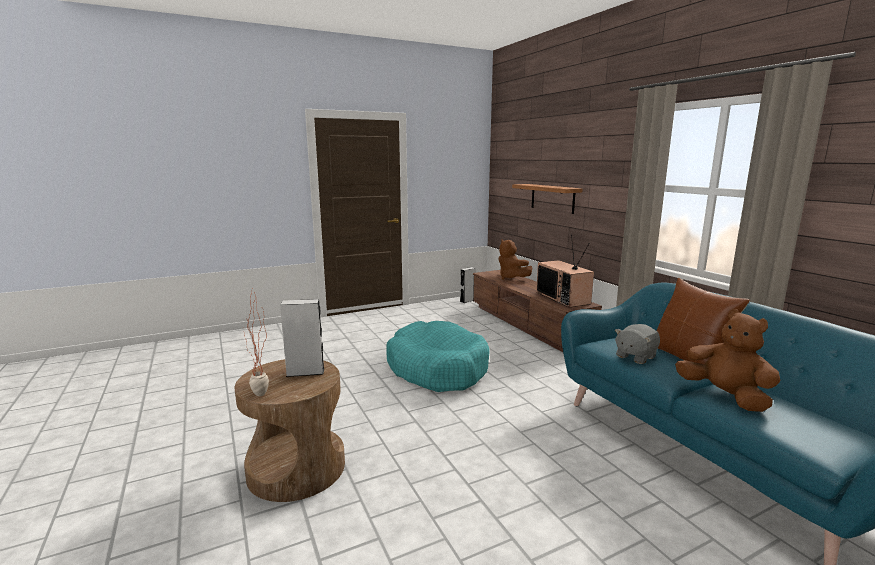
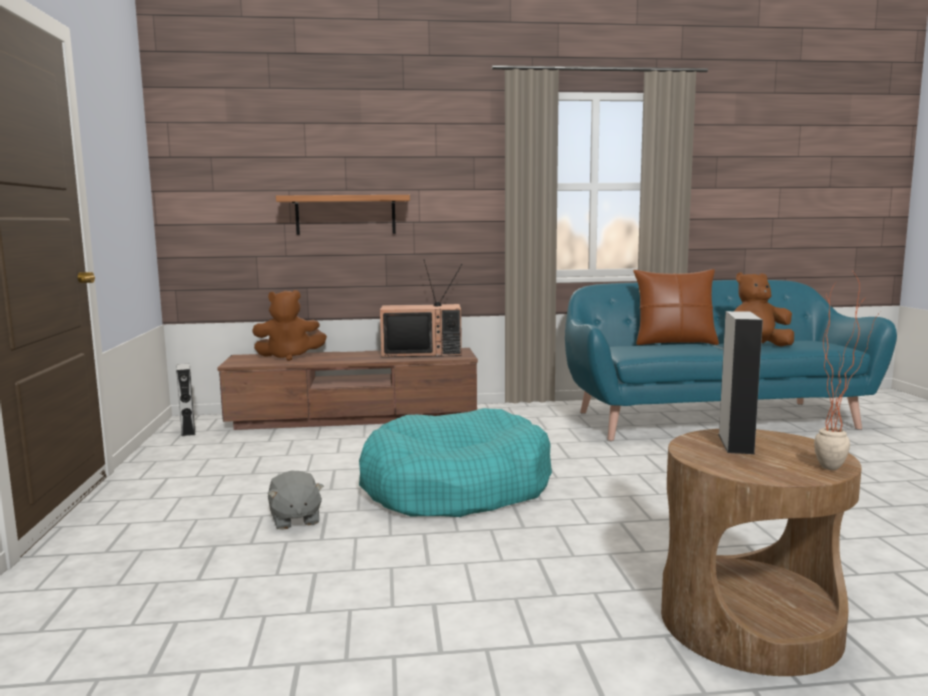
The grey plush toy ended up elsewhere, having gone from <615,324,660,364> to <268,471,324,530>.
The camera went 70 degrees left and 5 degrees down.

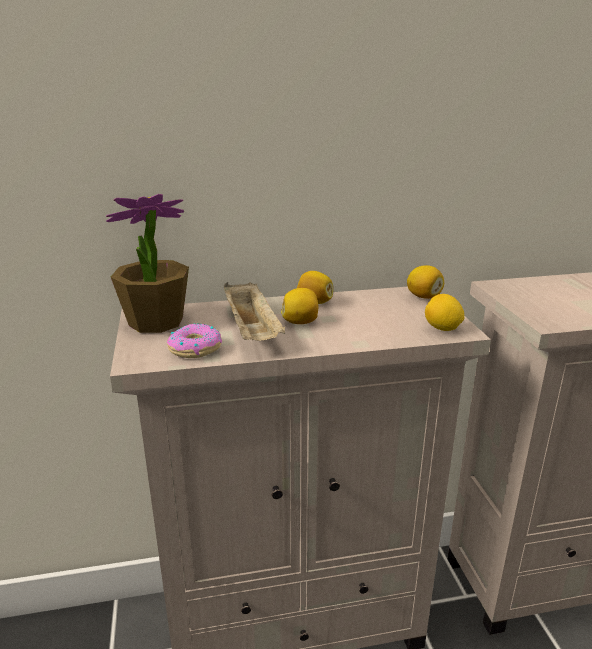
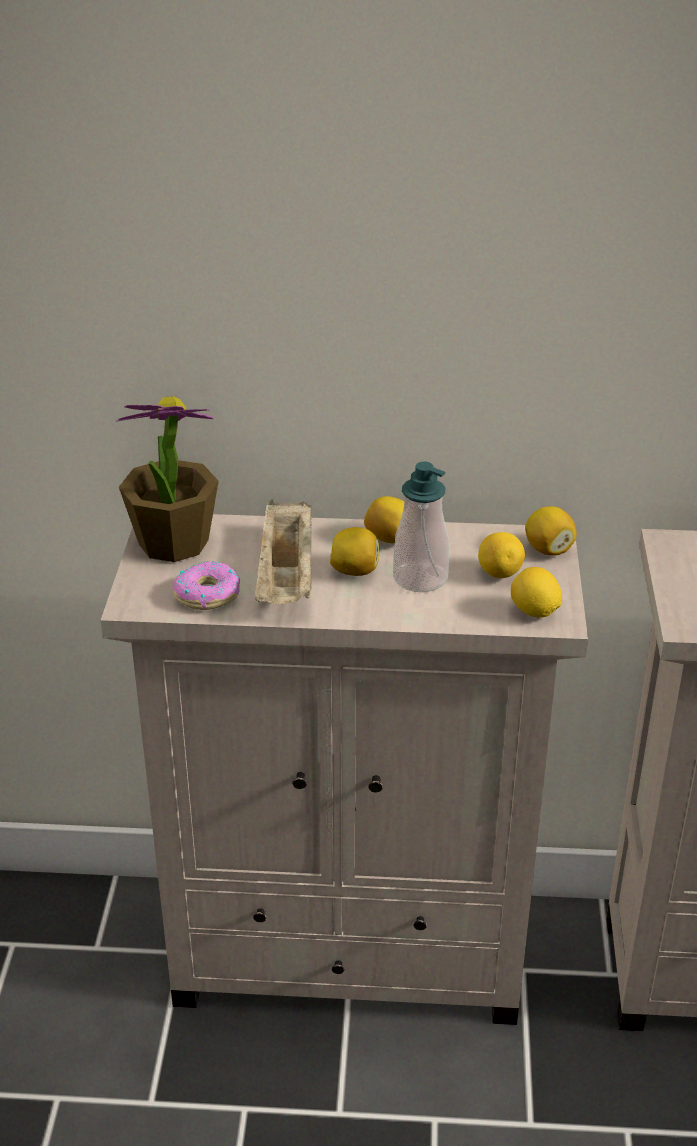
The second view gained the soap dispenser at <393,462,449,592>.
The second view gained the lemon at <478,532,525,578>.
The camera went 15 degrees right and 10 degrees up.

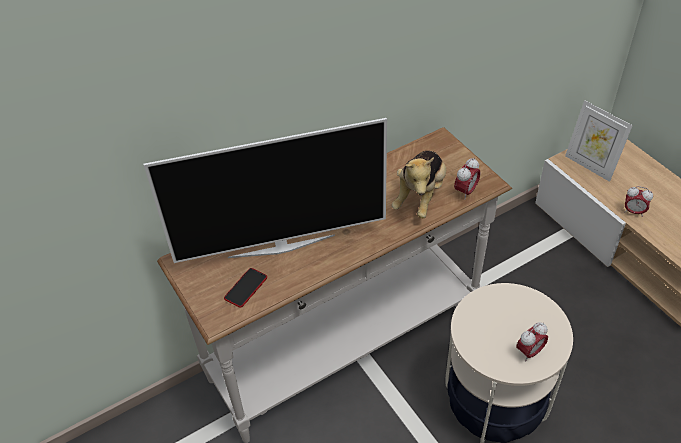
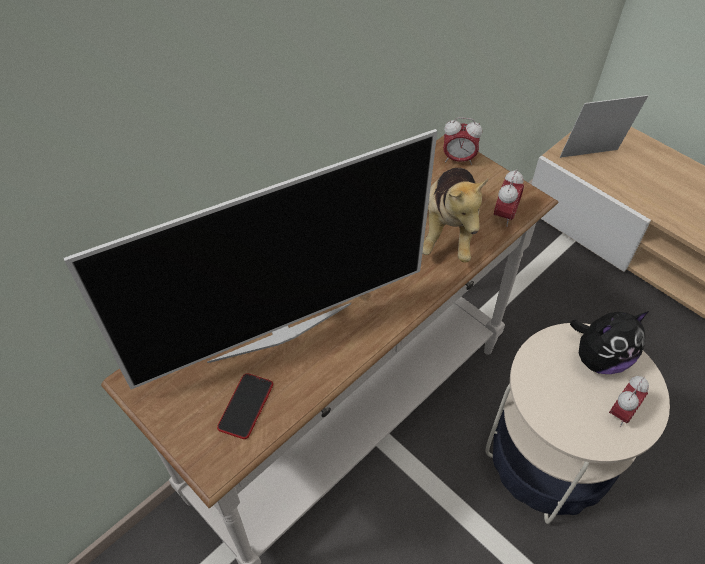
The picture frame at <565,100,633,182> ended up facing another way, 135 degrees clockwise from before.
The alarm clock ended up elsewhere, having gone from <624,186,653,217> to <443,117,482,165>.
The second view gained the plush toy at <570,311,649,374>.
The camera went 15 degrees left and 5 degrees up.

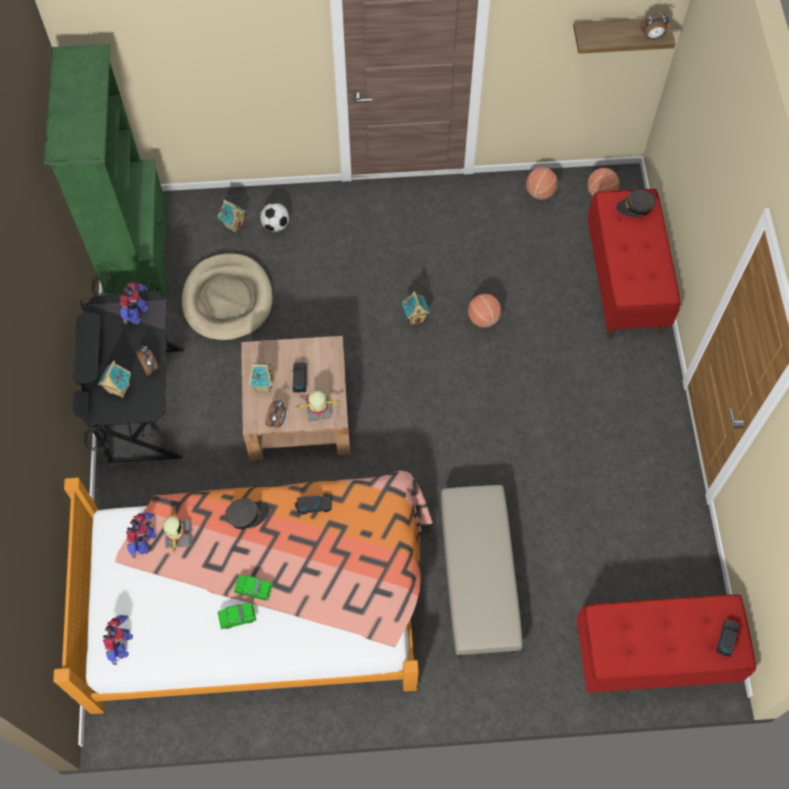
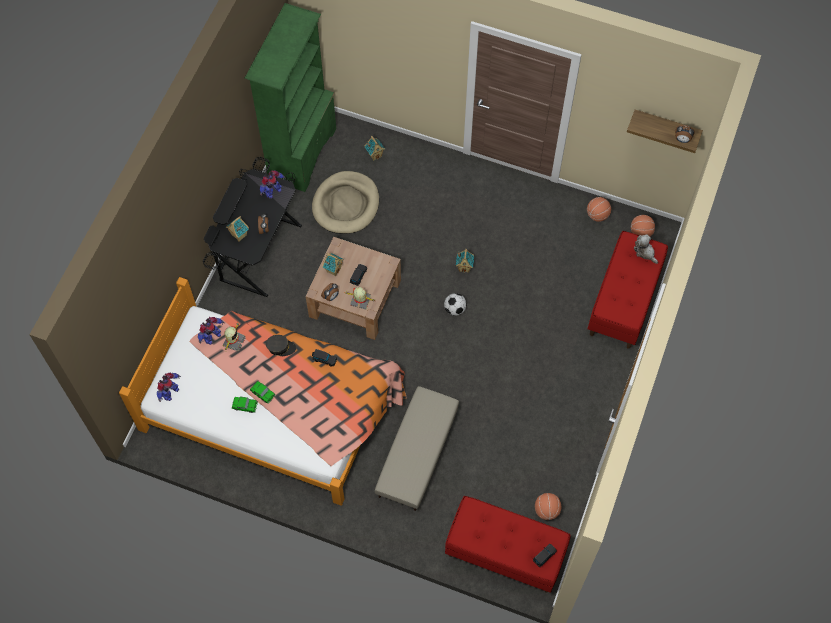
The football ended up elsewhere, having gone from <260,203,289,232> to <444,293,467,316>.
The basketball ended up elsewhere, having gone from <468,294,502,328> to <535,493,561,520>.
Where the grey cap stood at <616,190,656,217>, the plush toy came to stand at <634,234,658,264>.
The camera went 25 degrees right and 0 degrees up.

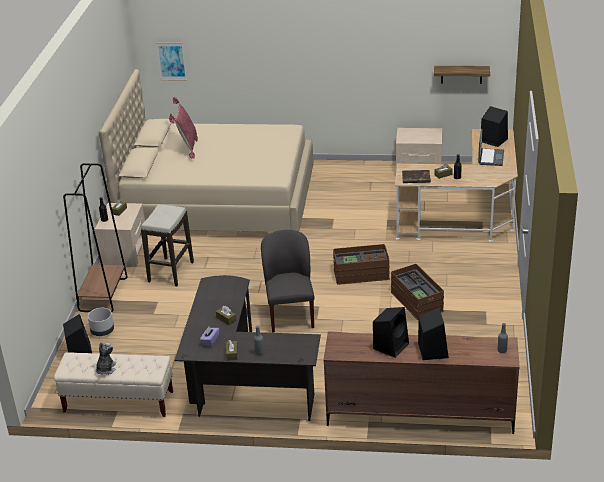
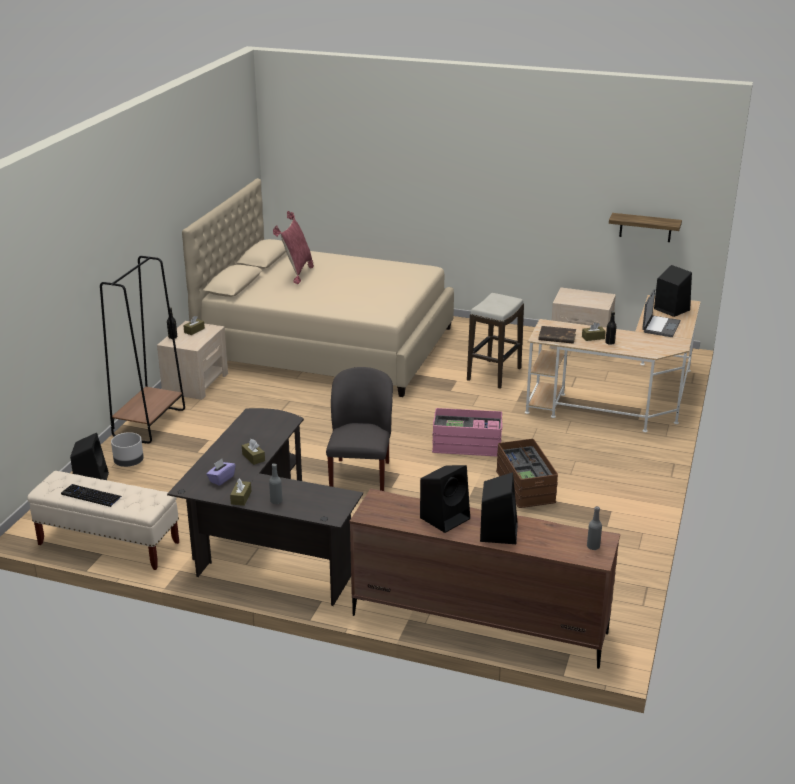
Where the plush toy stood at <96,343,116,375>, the keyboard came to stand at <61,484,122,507>.
The stool ended up elsewhere, having gone from <141,204,194,286> to <467,293,524,389>.
The second view lost the picture at <157,43,187,80>.
What was the brown storage box at <333,244,390,285> turned into the pink storage box at <432,408,503,457>.
The camera went 10 degrees right and 5 degrees down.

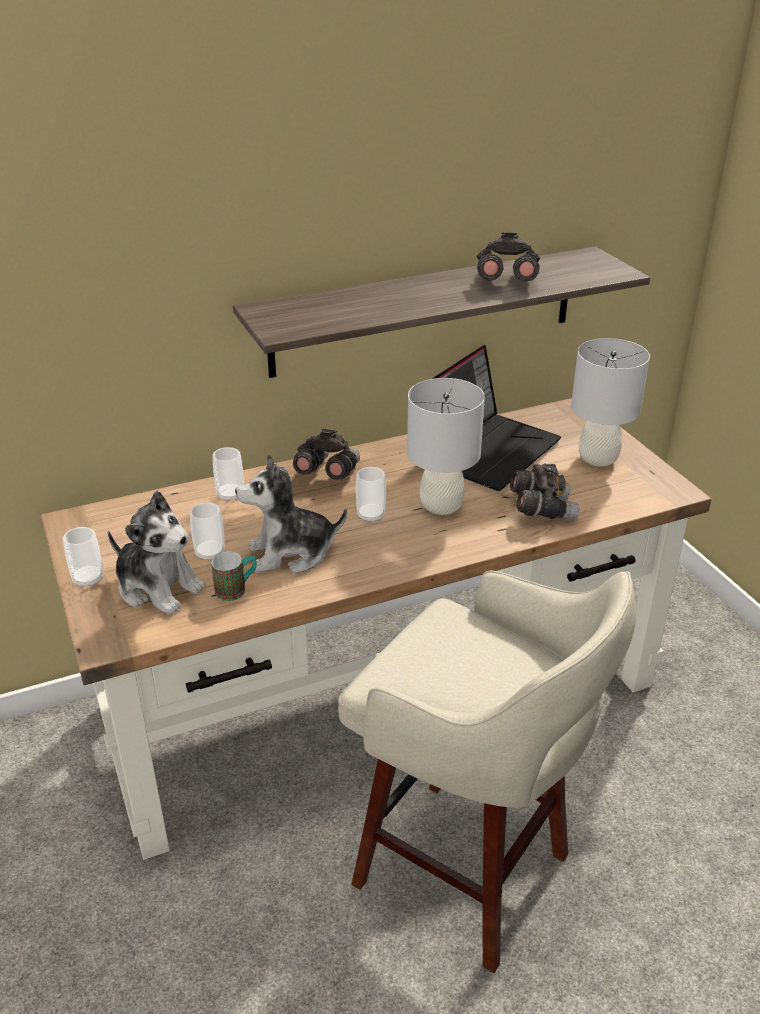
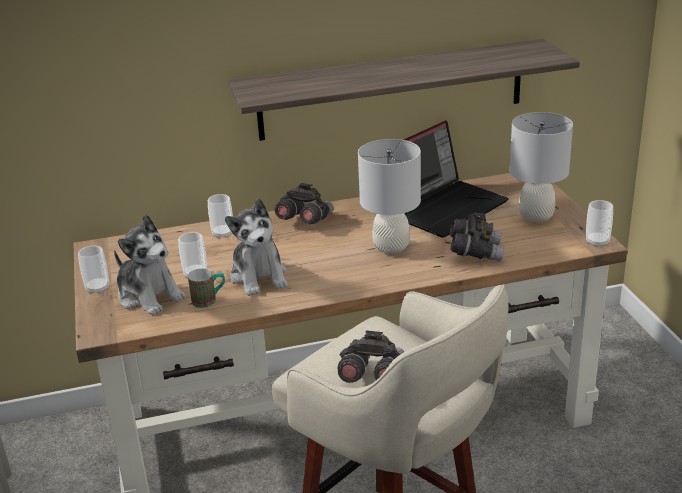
The plush toy at <235,454,347,574> ended up facing another way, 105 degrees counterclockwise from before.
The cup ended up elsewhere, having gone from <356,467,386,523> to <586,200,613,247>.
The grey binoculars ended up elsewhere, having gone from <477,233,540,282> to <337,331,404,383>.
The camera went 10 degrees right and 5 degrees down.

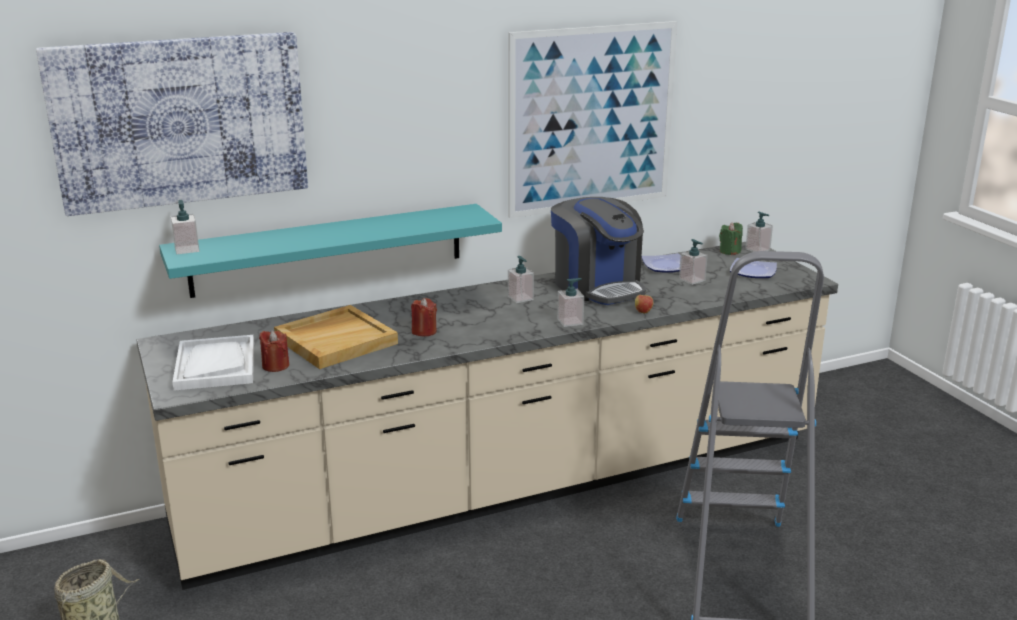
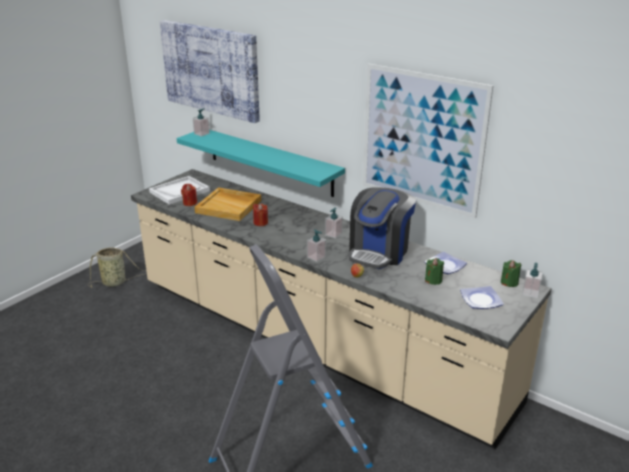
Where the soap dispenser stood at <679,239,708,285>, the green candle came to stand at <425,258,444,285>.
The camera went 60 degrees right and 5 degrees up.

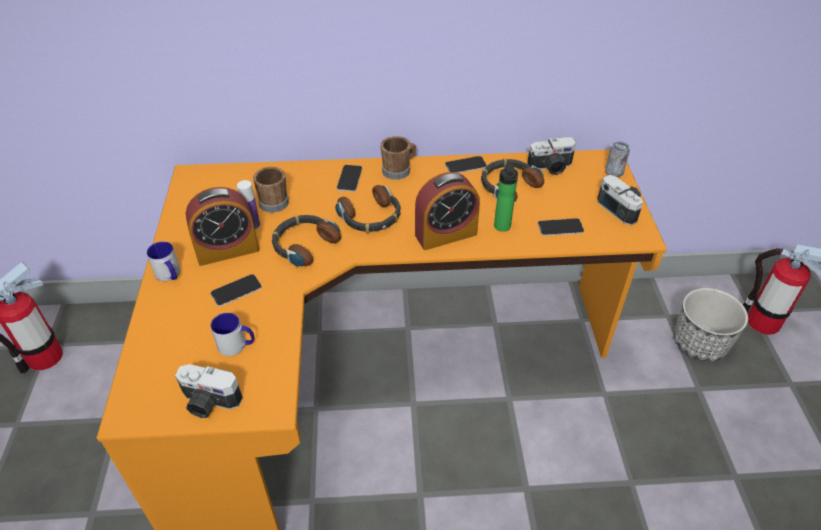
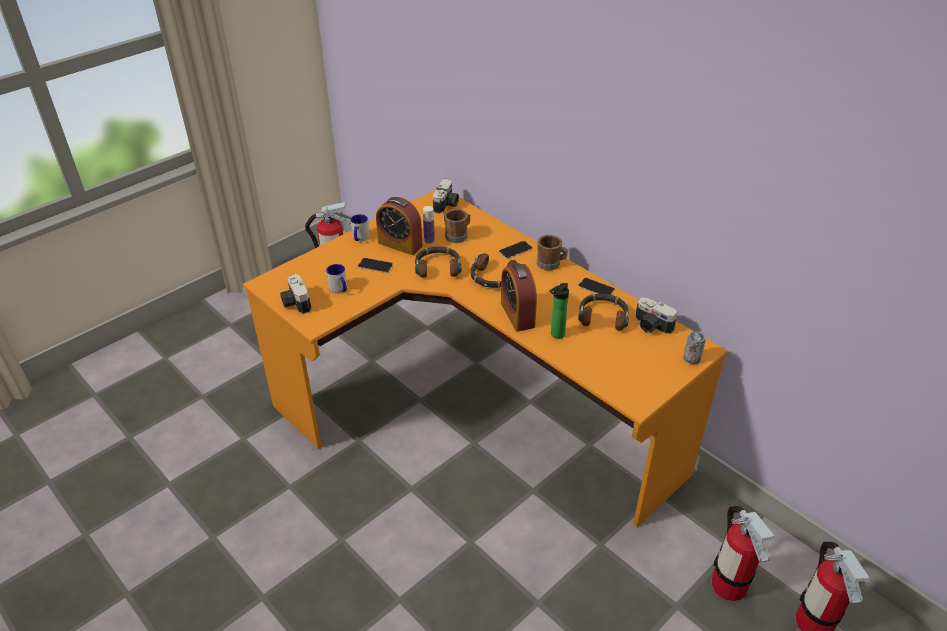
The alarm clock at <415,172,480,250> ended up facing another way, 45 degrees clockwise from before.
The second view lost the phone at <538,218,584,236>.
The photo camera ended up elsewhere, having gone from <597,175,643,225> to <433,179,459,214>.
Where the planter stood at <674,288,748,361>, the fire extinguisher came to stand at <712,506,776,601>.
The camera went 50 degrees right and 5 degrees down.

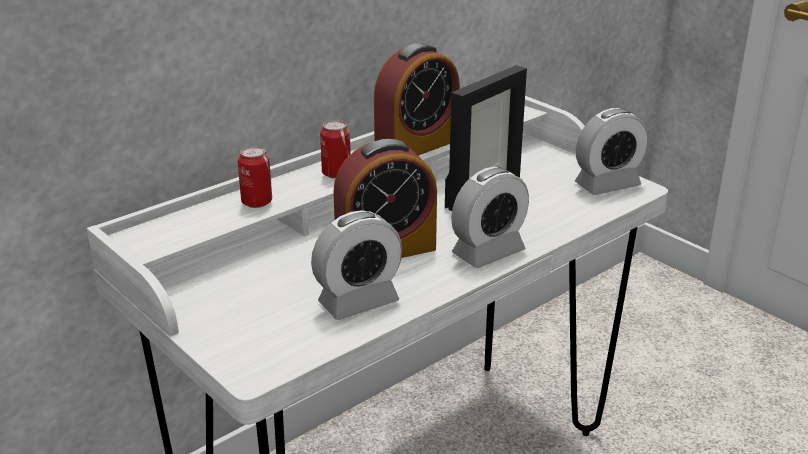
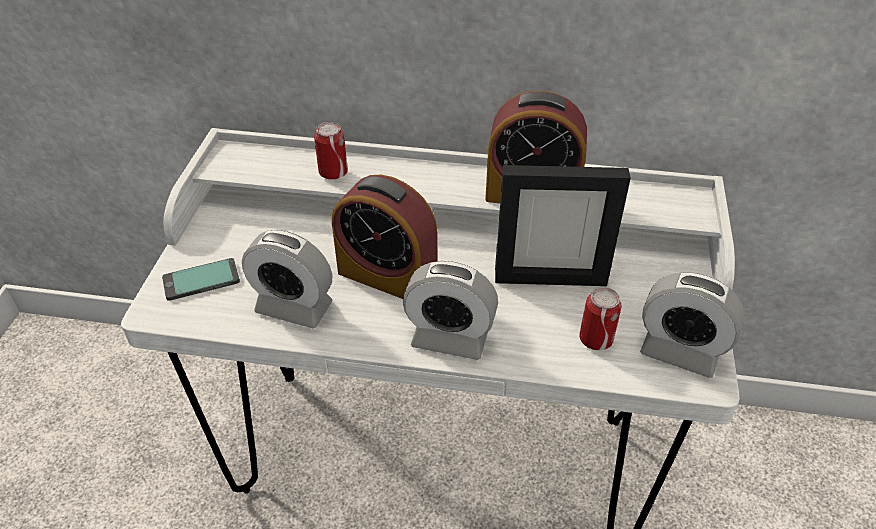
The can ended up elsewhere, having gone from <320,120,351,179> to <580,287,621,350>.
The second view gained the phone at <162,258,240,301>.
The camera went 50 degrees right and 15 degrees up.

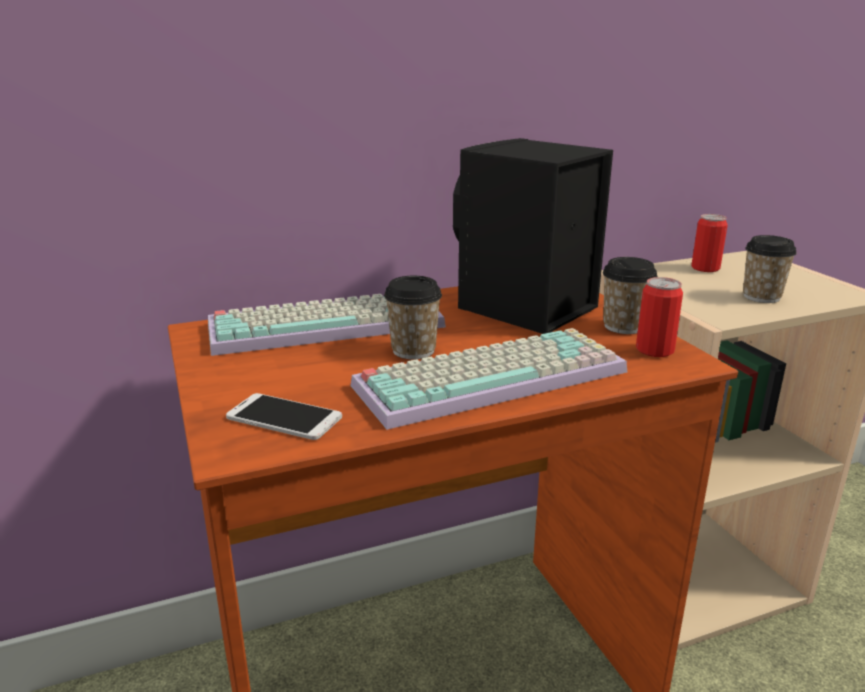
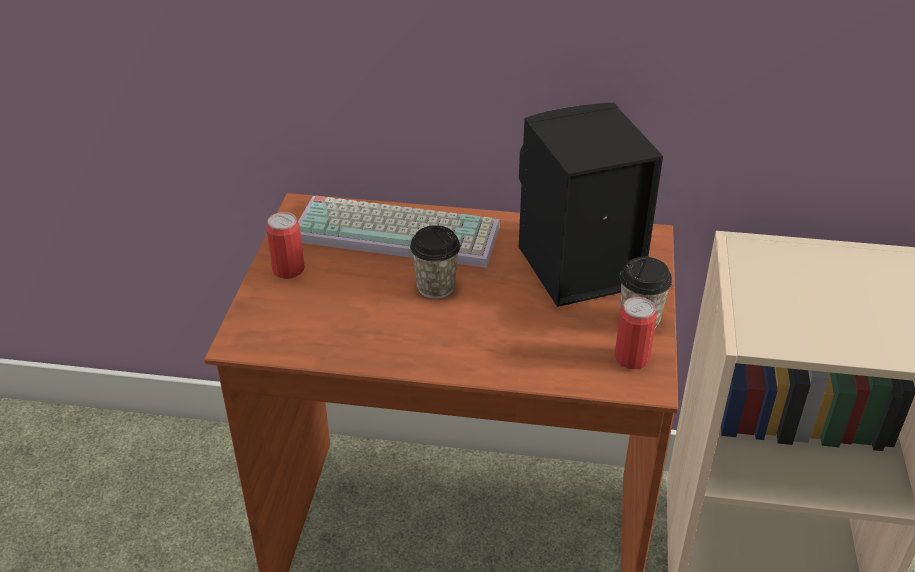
The second view lost the phone at <226,393,342,440>.
The second view lost the keyboard at <351,328,627,430>.
The can ended up elsewhere, having gone from <691,214,728,272> to <266,212,305,279>.
The second view lost the cup at <743,235,797,303>.
The camera went 30 degrees right and 15 degrees up.

